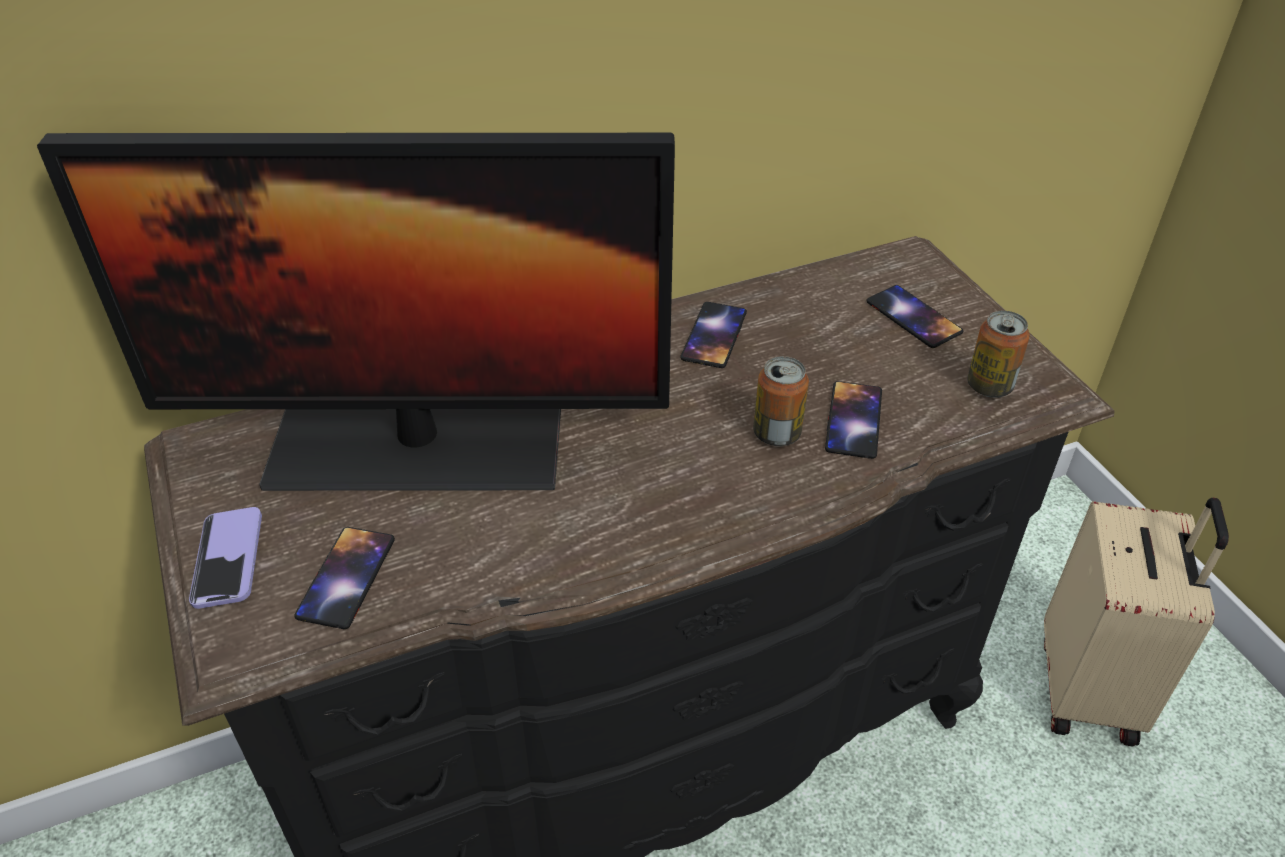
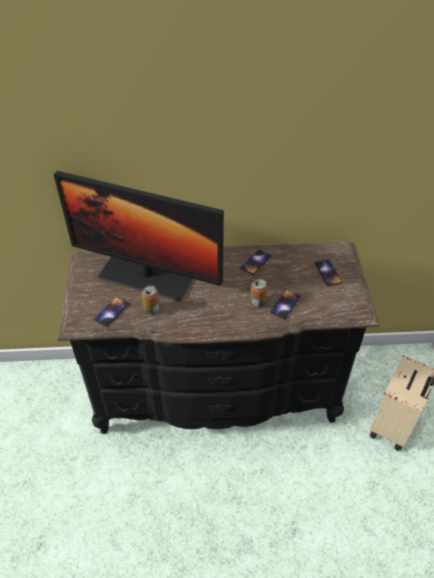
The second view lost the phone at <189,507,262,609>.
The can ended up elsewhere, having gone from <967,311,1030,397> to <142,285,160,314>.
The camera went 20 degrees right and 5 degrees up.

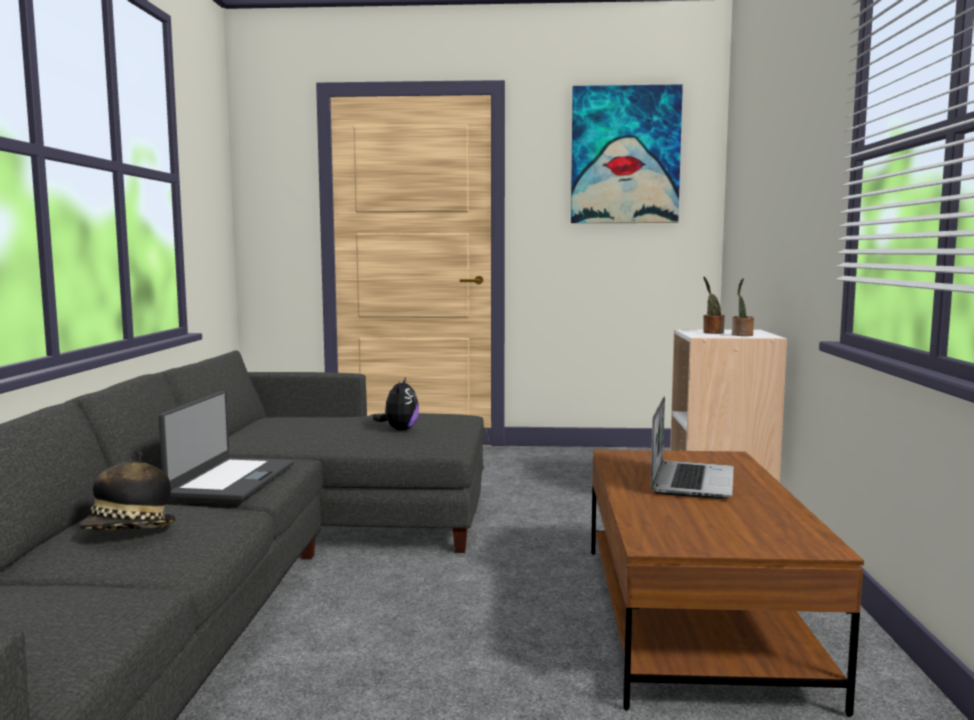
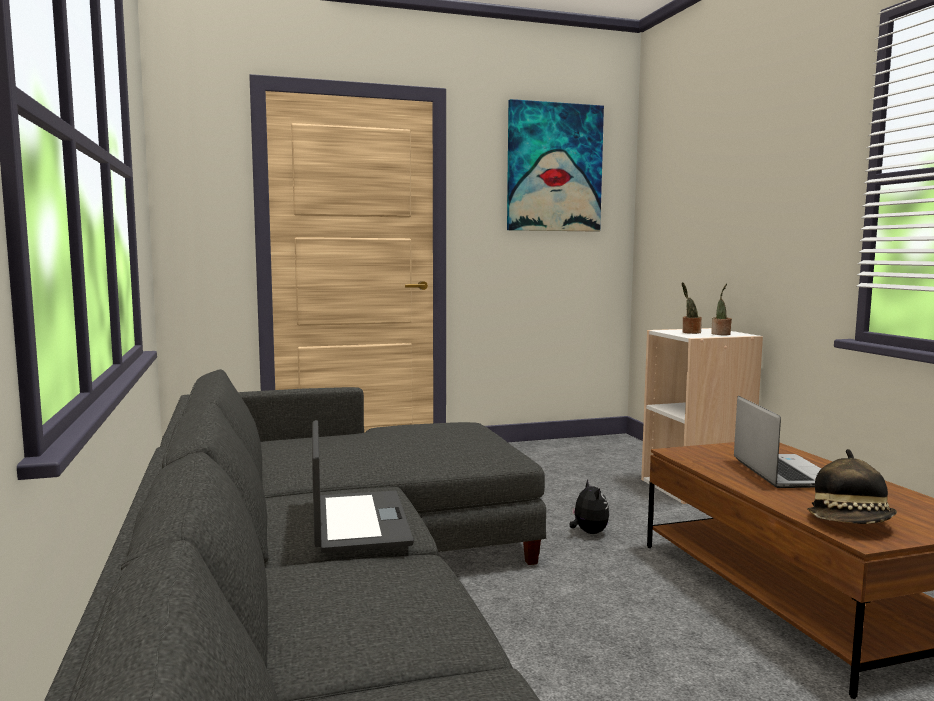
The hat ended up elsewhere, having gone from <79,452,176,530> to <807,449,897,524>.
The plush toy ended up elsewhere, having gone from <373,378,419,430> to <570,479,609,534>.
The camera went 20 degrees left and 0 degrees up.

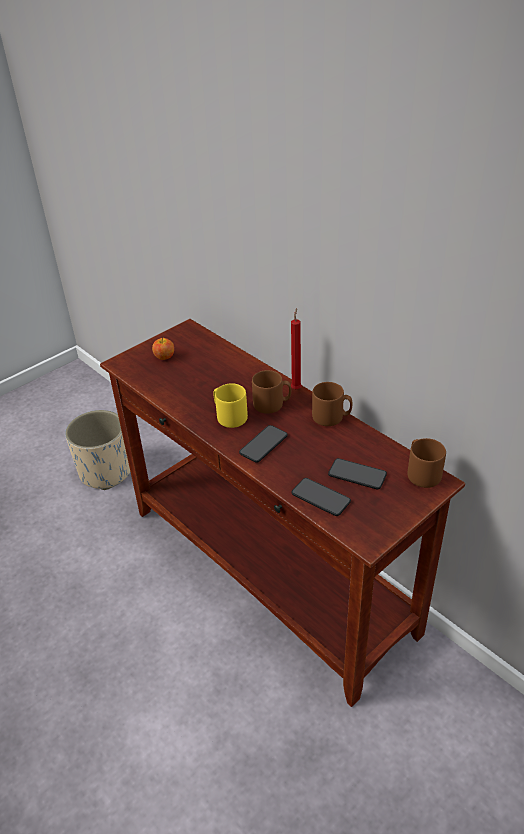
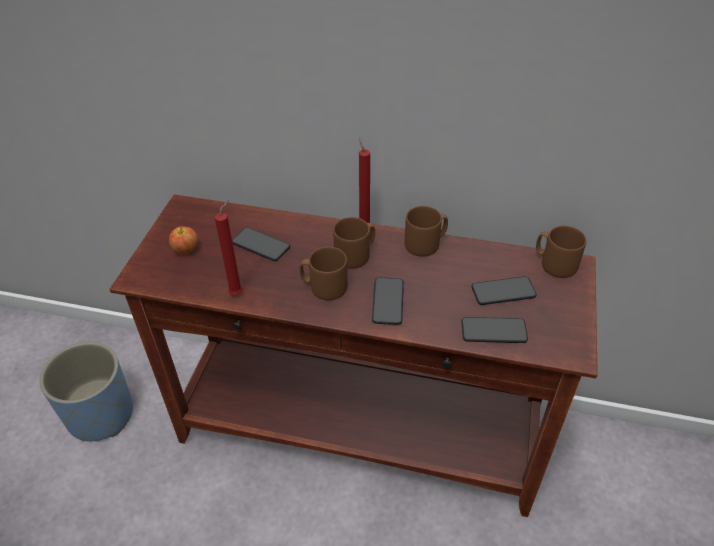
What was the beige planter at <65,410,130,490> turned into the blue planter at <39,342,133,441>.
What was the yellow mug at <213,383,248,428> turned into the brown mug at <300,247,348,300>.
The second view gained the red candle at <215,200,243,295>.
The second view gained the phone at <232,227,290,261>.
The camera went 35 degrees left and 5 degrees up.

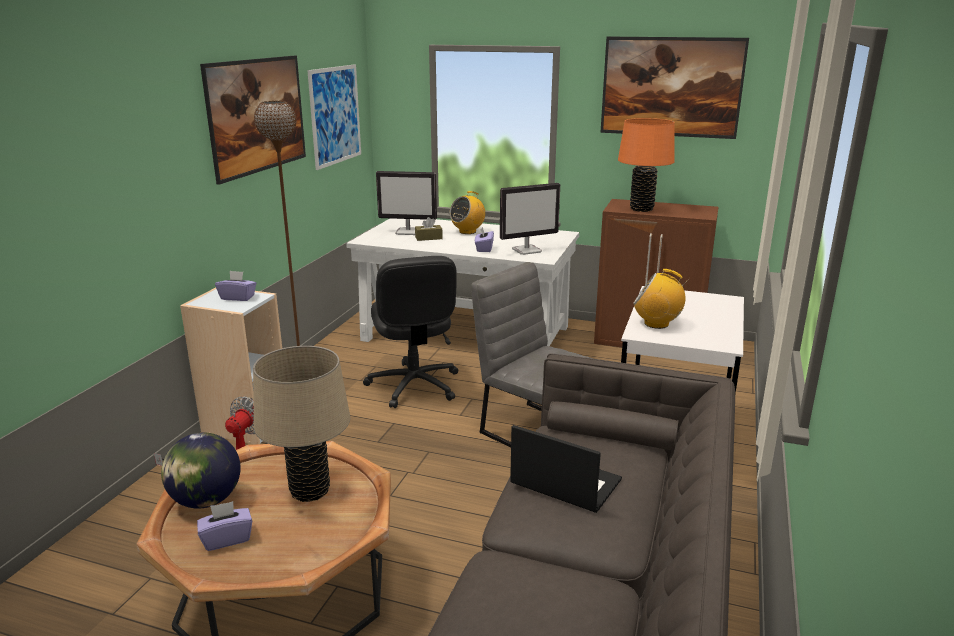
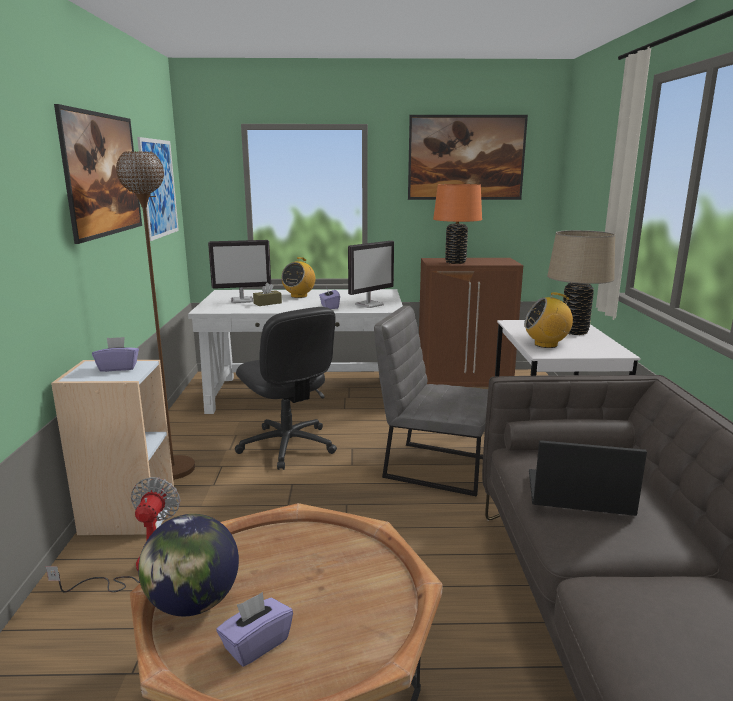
The beige table lamp ended up elsewhere, having gone from <253,346,350,502> to <547,230,615,335>.
The camera went 20 degrees left and 5 degrees down.

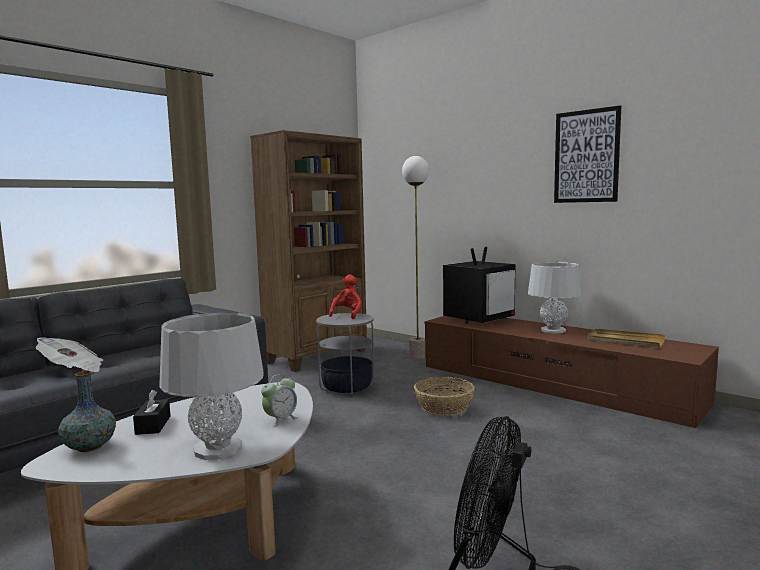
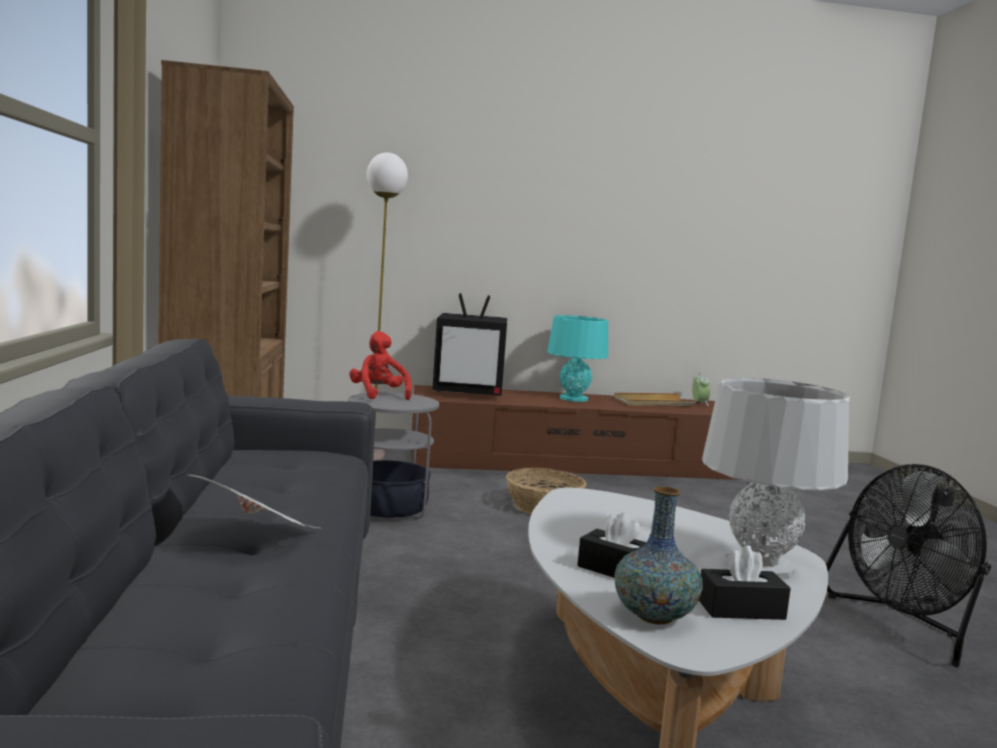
The alarm clock ended up elsewhere, having gone from <261,374,299,427> to <692,372,710,406>.
The television at <443,247,515,324> ended up facing another way, 90 degrees clockwise from before.
What was the grey table lamp at <528,262,581,333> turned into the turquoise table lamp at <547,315,608,402>.
The second view lost the picture at <554,105,621,203>.
The second view gained the black tissue box at <699,546,791,620>.
The camera went 50 degrees left and 0 degrees up.

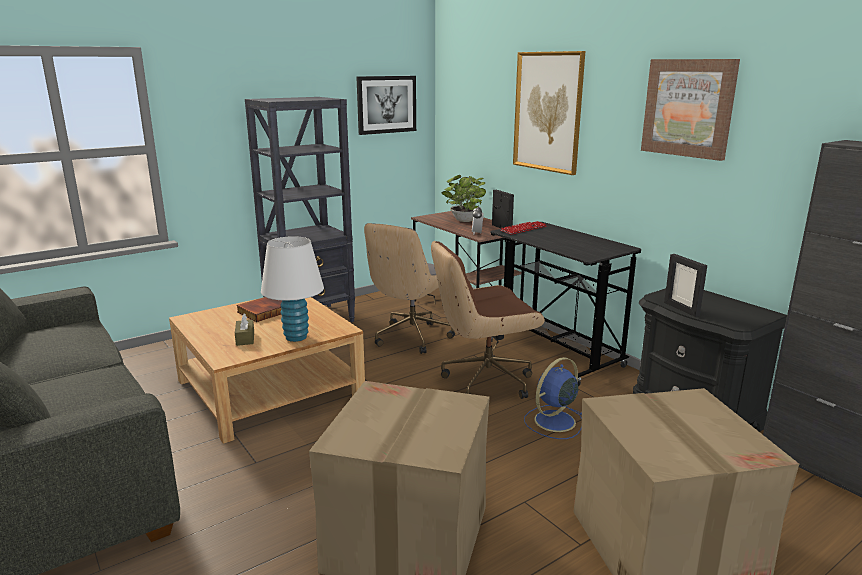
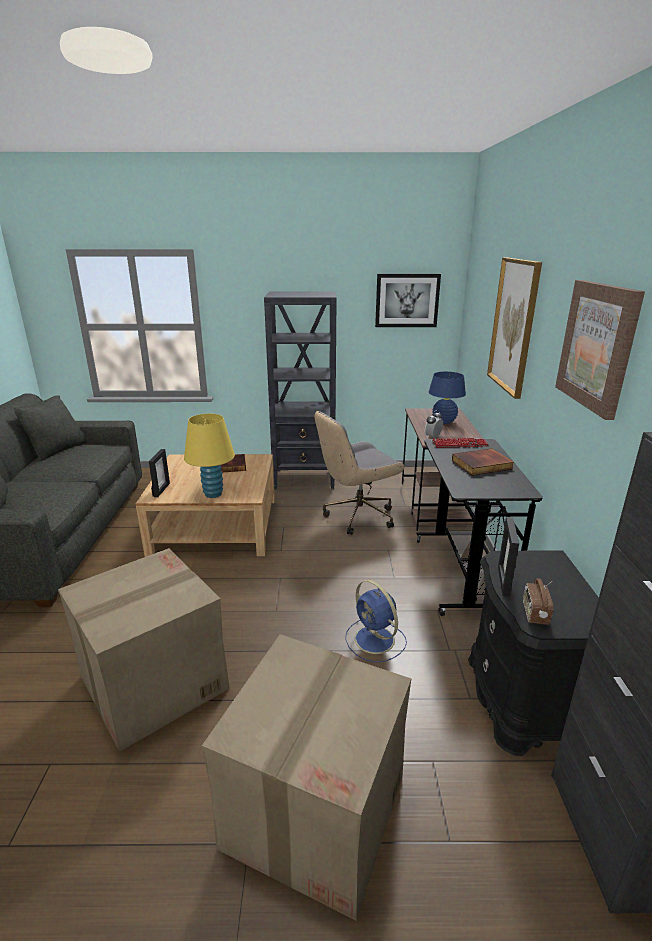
The second view lost the brown tissue box at <235,314,254,346>.
What was the white table lamp at <261,236,324,342> turned into the yellow table lamp at <184,414,235,498>.
The second view lost the brown office chair at <431,241,545,399>.
Where the potted plant stood at <442,175,486,222>, the blue table lamp came to stand at <428,371,466,424>.
The picture frame ended up elsewhere, having gone from <492,190,514,228> to <149,449,170,497>.
The blue fan at <524,357,582,439> ended up facing another way, 120 degrees counterclockwise from before.
The second view gained the book at <452,448,514,476>.
The second view gained the radio at <523,579,554,625>.
The camera went 35 degrees right and 5 degrees up.

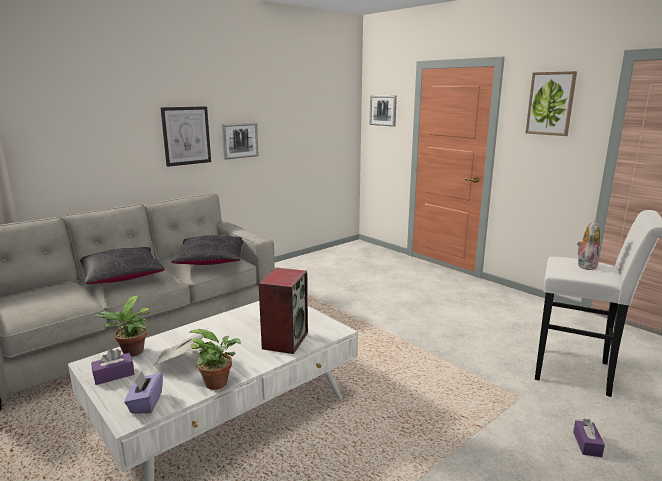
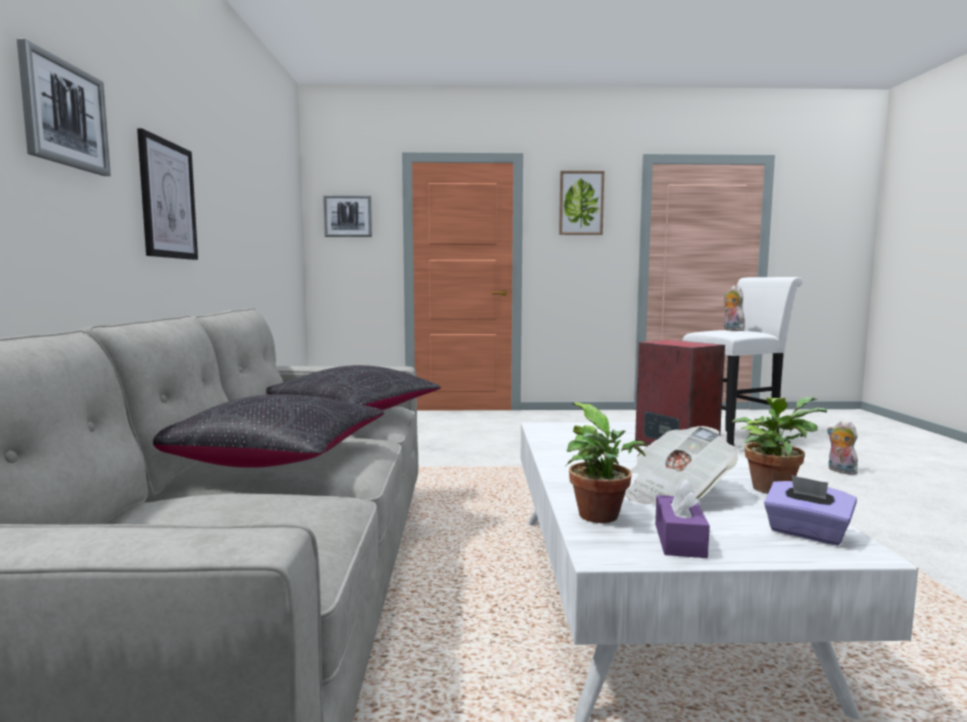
The picture ended up elsewhere, having gone from <222,123,259,160> to <17,39,111,176>.
Where the purple tissue box stood at <573,418,605,457>, the plush toy came to stand at <827,421,858,475>.
The camera went 50 degrees left and 10 degrees down.

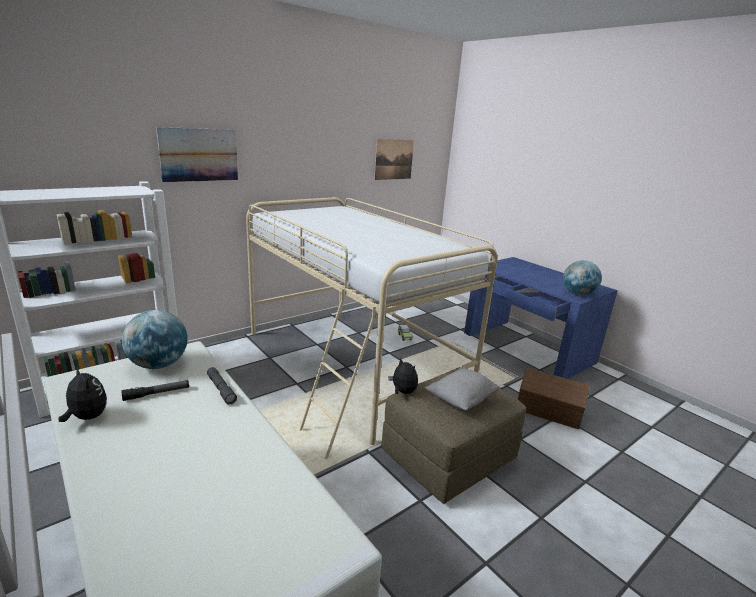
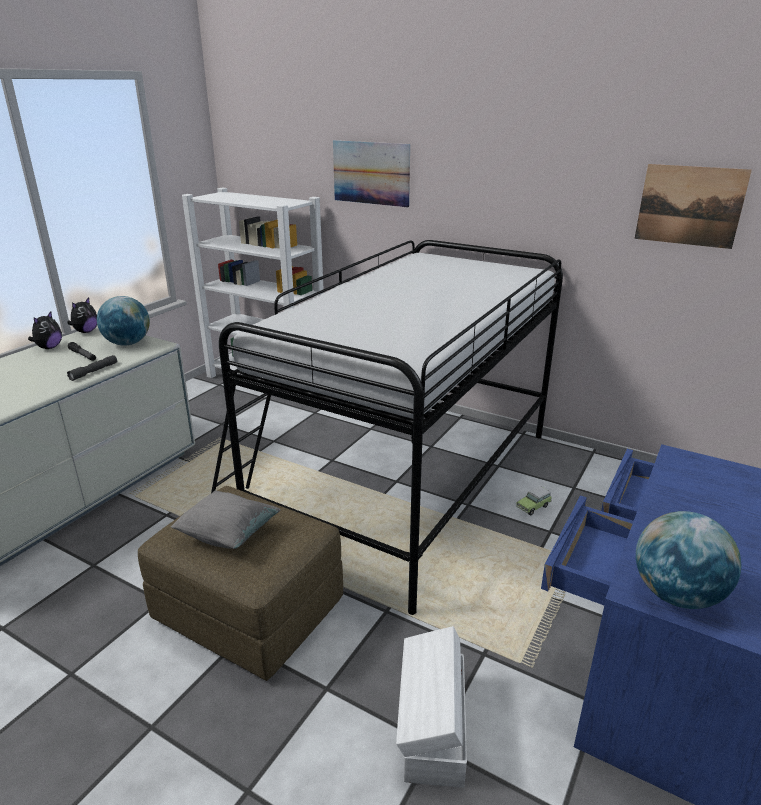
What was the beige bed at <246,197,498,459> turned into the black bed at <211,240,563,615>.
The plush toy ended up elsewhere, having gone from <388,358,418,394> to <67,298,97,333>.
What was the brown storage box at <518,368,590,429> turned into the white storage box at <396,626,467,788>.
The camera went 70 degrees right and 5 degrees up.

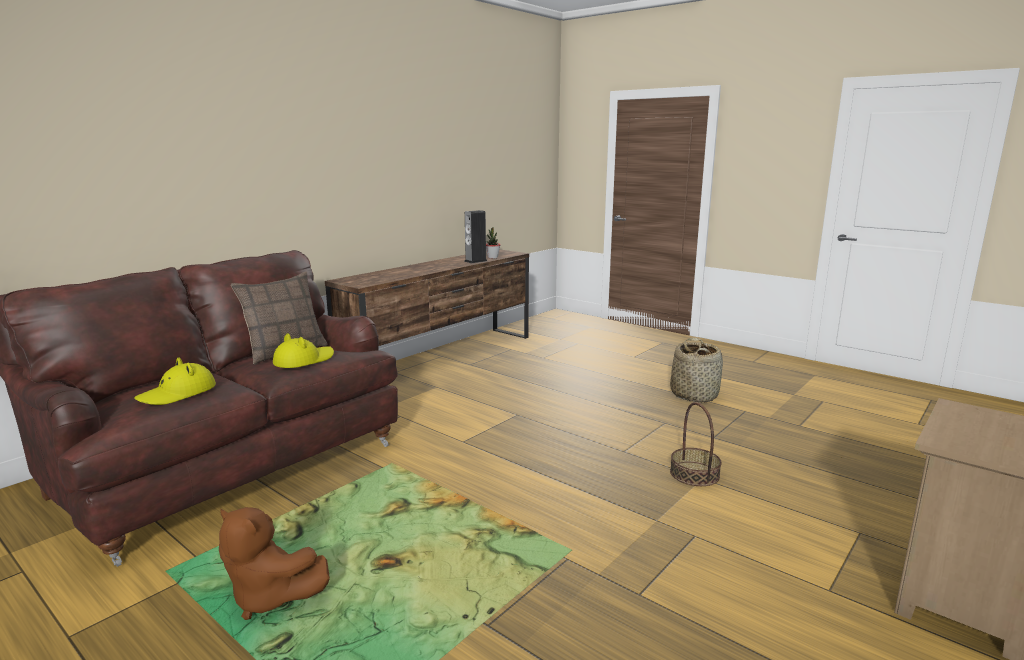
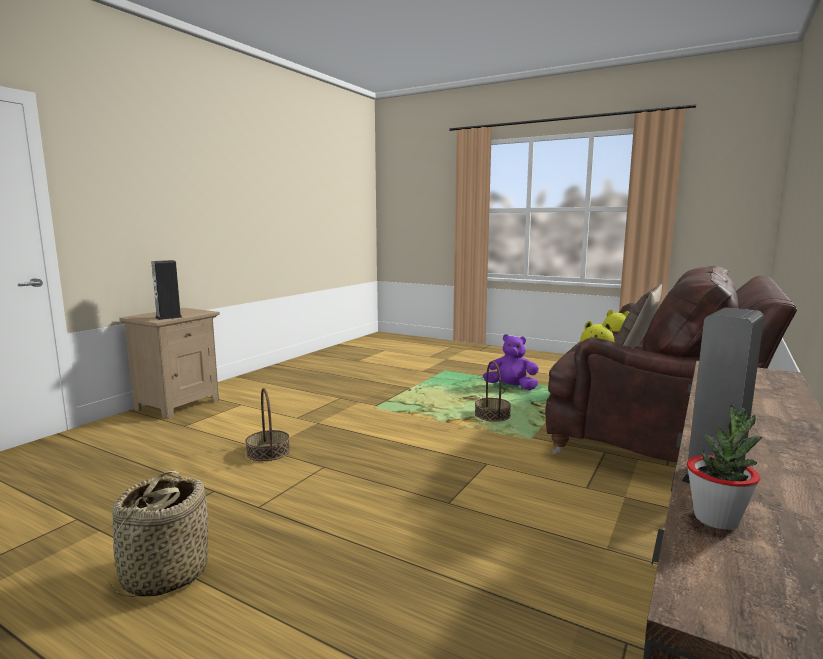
What was the brown plush toy at <219,507,330,620> turned into the purple plush toy at <483,334,539,390>.
The second view gained the speaker at <151,260,182,320>.
The second view gained the basket at <475,361,511,422>.
The camera went 170 degrees right and 5 degrees down.

